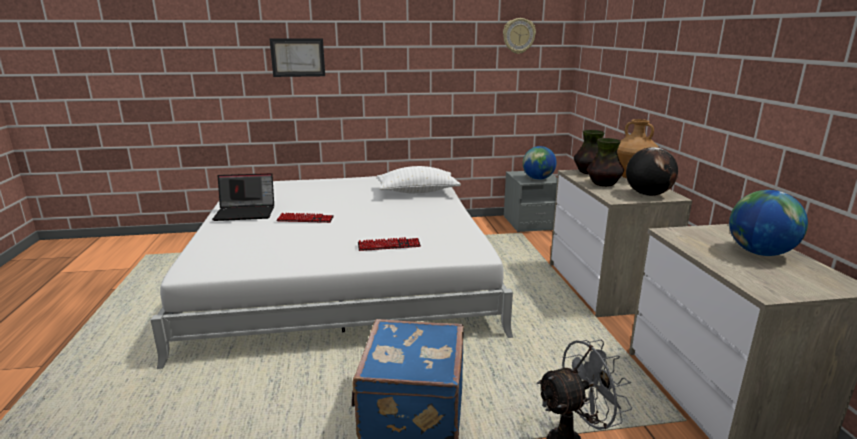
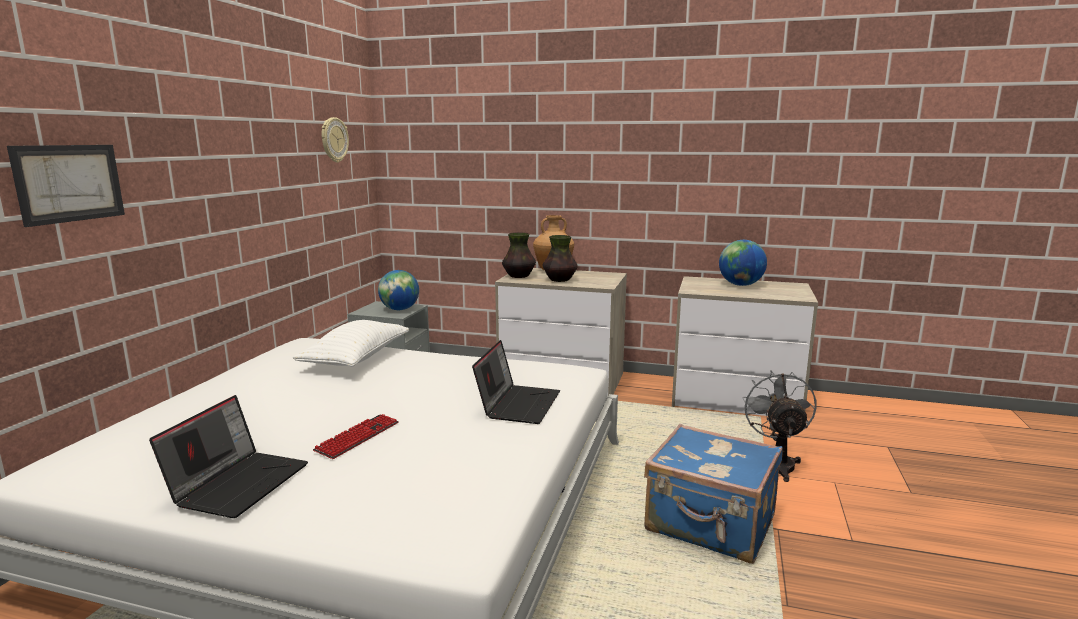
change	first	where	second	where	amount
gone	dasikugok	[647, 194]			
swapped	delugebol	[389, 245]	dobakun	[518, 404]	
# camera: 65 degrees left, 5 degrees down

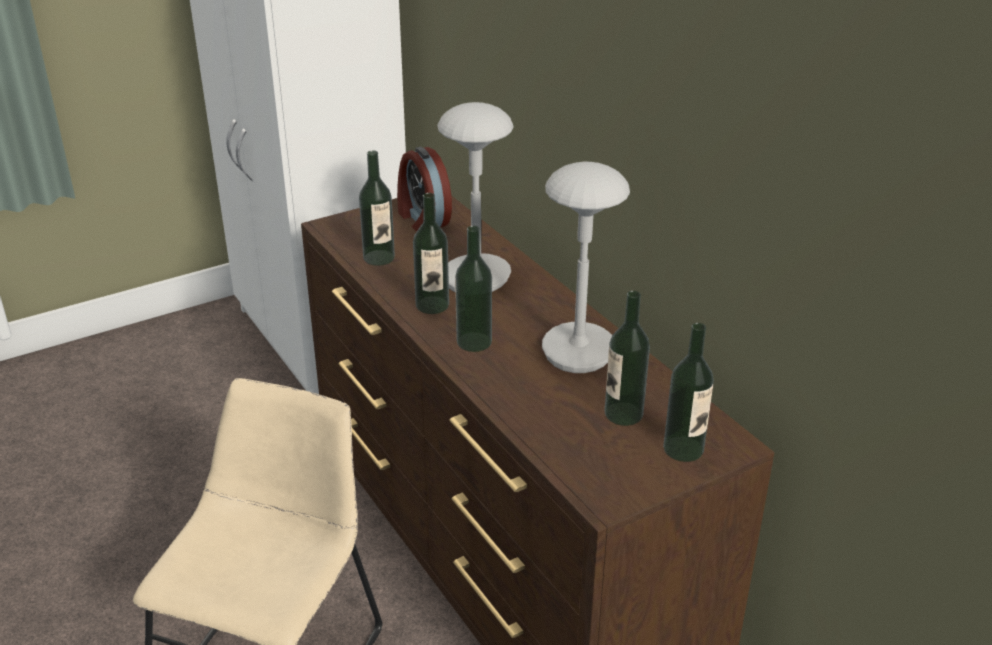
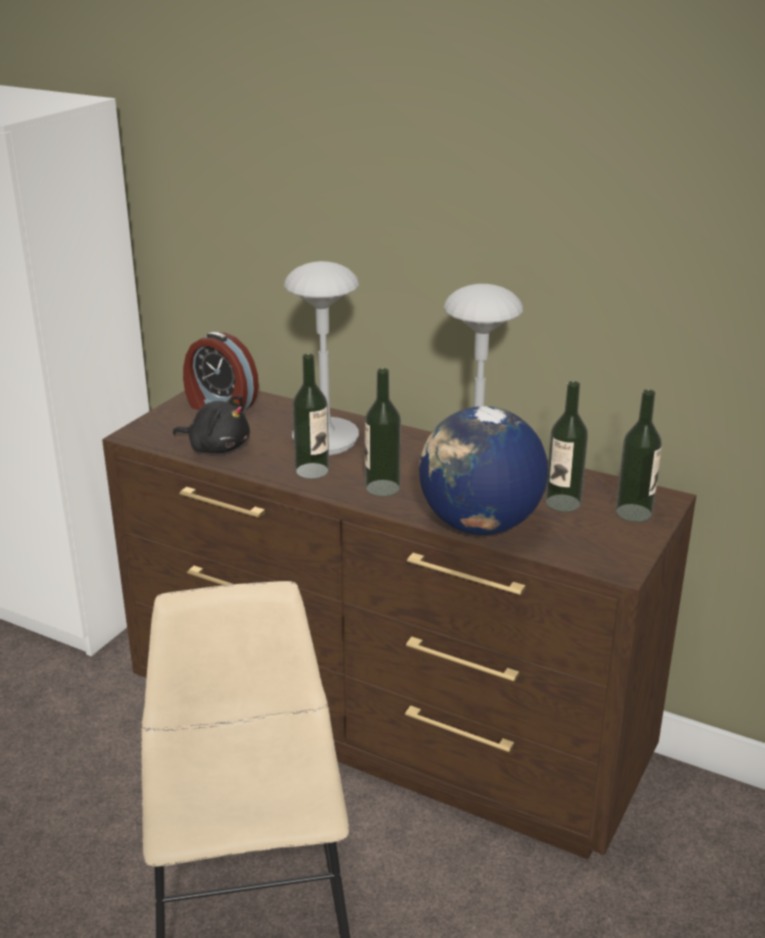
change	first	where	second	where	amount
swapped	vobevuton	[379, 258]	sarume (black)	[217, 447]	
new			dasikugok	[479, 525]	
# camera: 30 degrees left, 5 degrees down

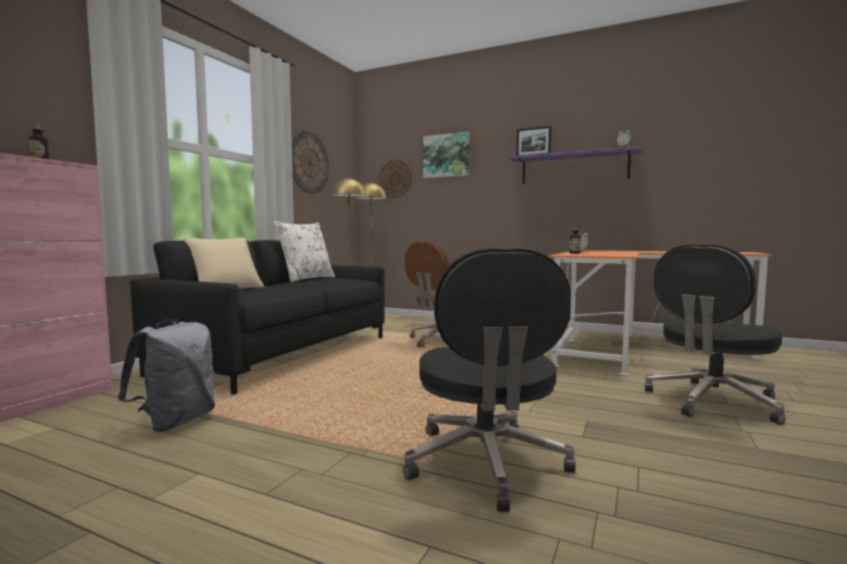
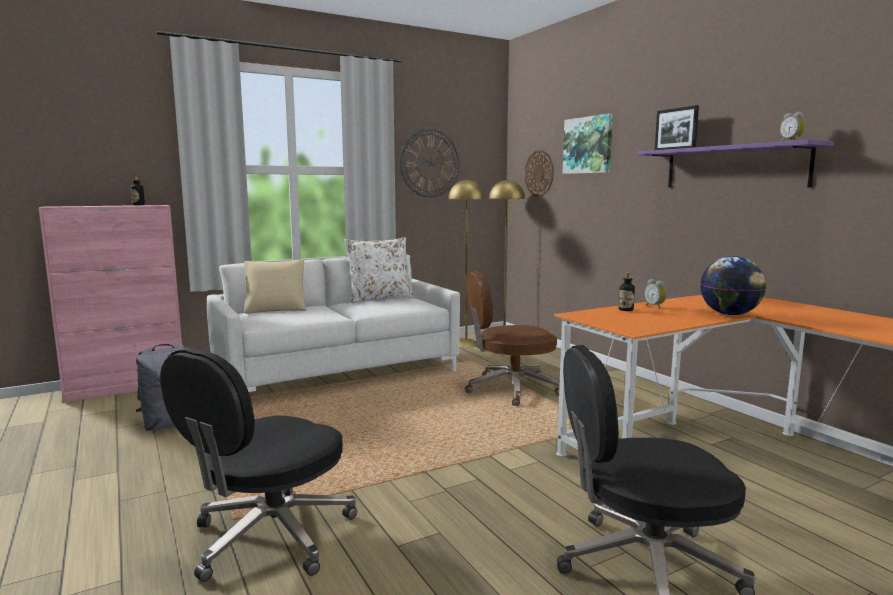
change	first	where	second	where	amount
repainted	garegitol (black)	[281, 354]	garegitol (white)	[337, 373]	
new			dasikugok	[730, 314]	
# camera: 35 degrees right, 5 degrees up

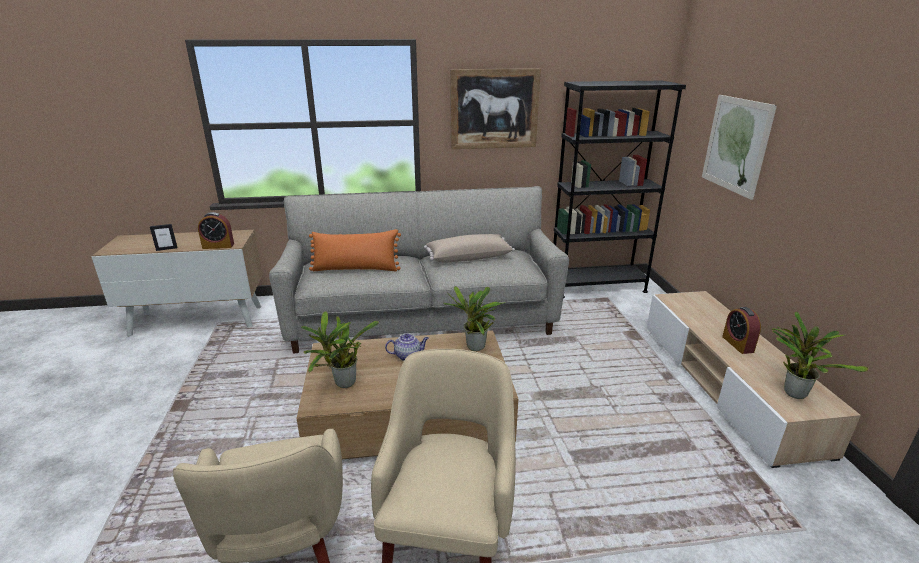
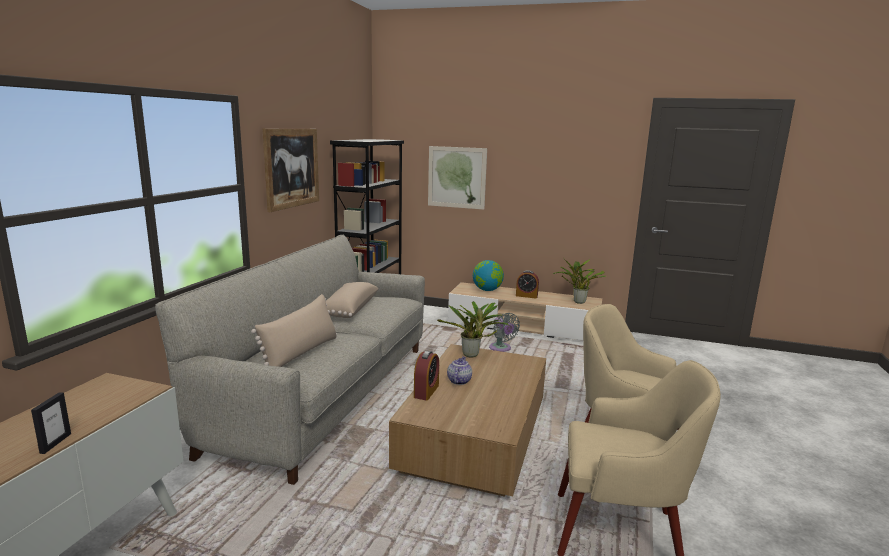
change	first	where	second	where	amount
shifted	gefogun	[218, 246]		[426, 391]	
repainted	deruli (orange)	[356, 269]	deruli (beige)	[301, 353]	
gone	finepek	[342, 384]			
new			dasikugok	[487, 290]	
new			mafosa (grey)	[501, 349]	
# camera: 65 degrees left, 10 degrees down

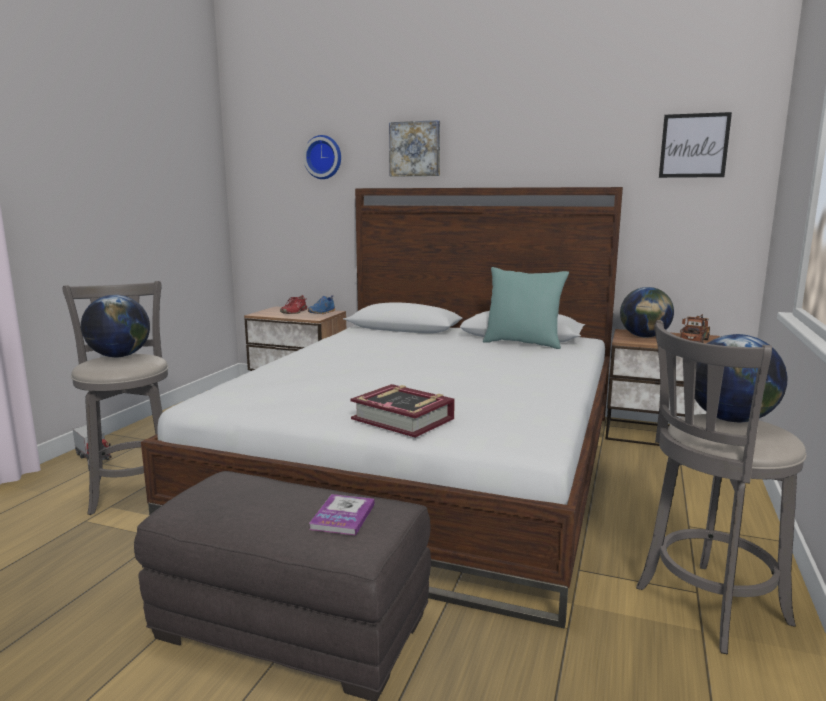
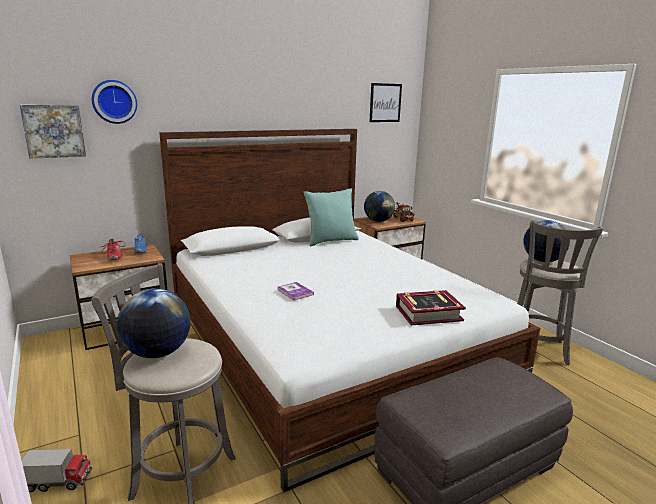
change	first	where	second	where	amount
shifted	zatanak	[415, 149]		[54, 131]	
shifted	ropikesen	[343, 516]		[295, 292]	
# camera: 50 degrees left, 5 degrees up

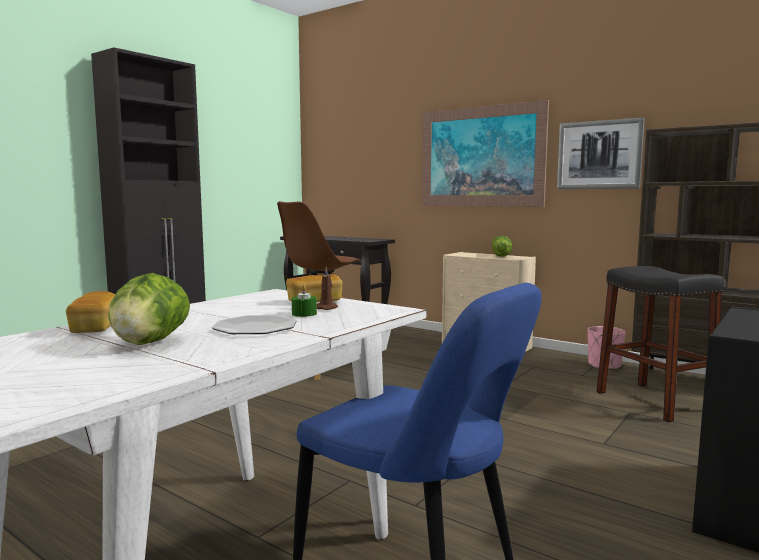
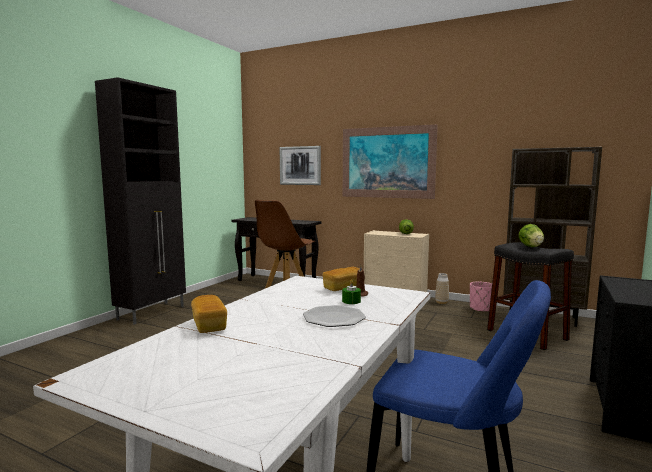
change	first	where	second	where	amount
shifted	zatanak	[599, 155]		[300, 165]	
shifted	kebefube	[149, 342]		[531, 247]	
new			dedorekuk	[441, 302]	
# camera: 10 degrees left, 0 degrees up

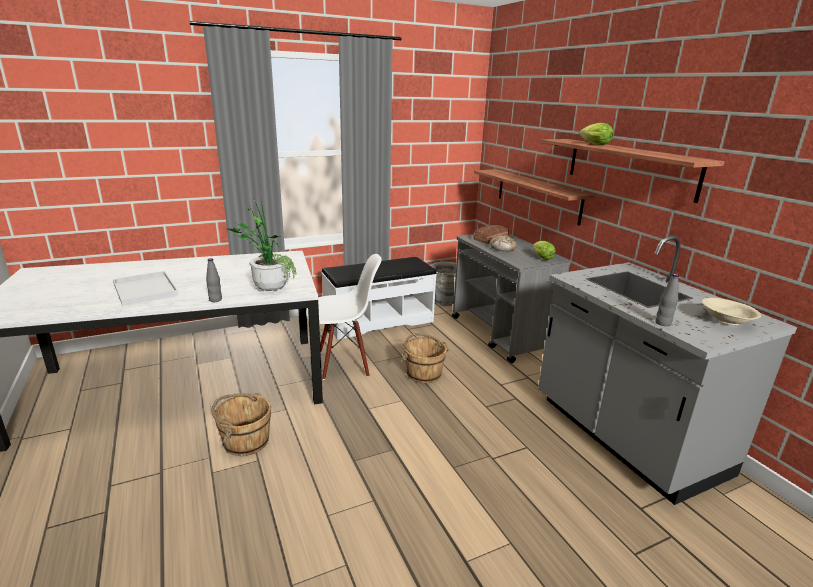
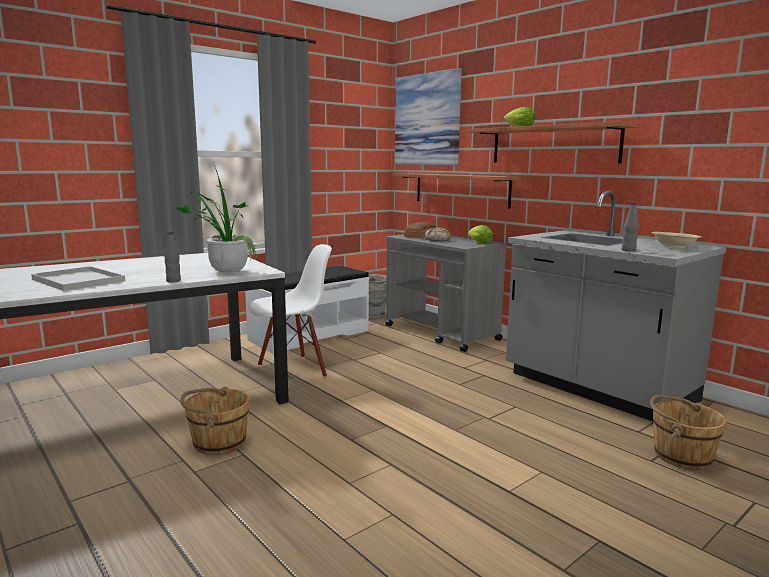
change	first	where	second	where	amount
shifted	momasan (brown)	[423, 373]		[681, 455]	
new			zatanak	[427, 119]	
# camera: 15 degrees left, 10 degrees down

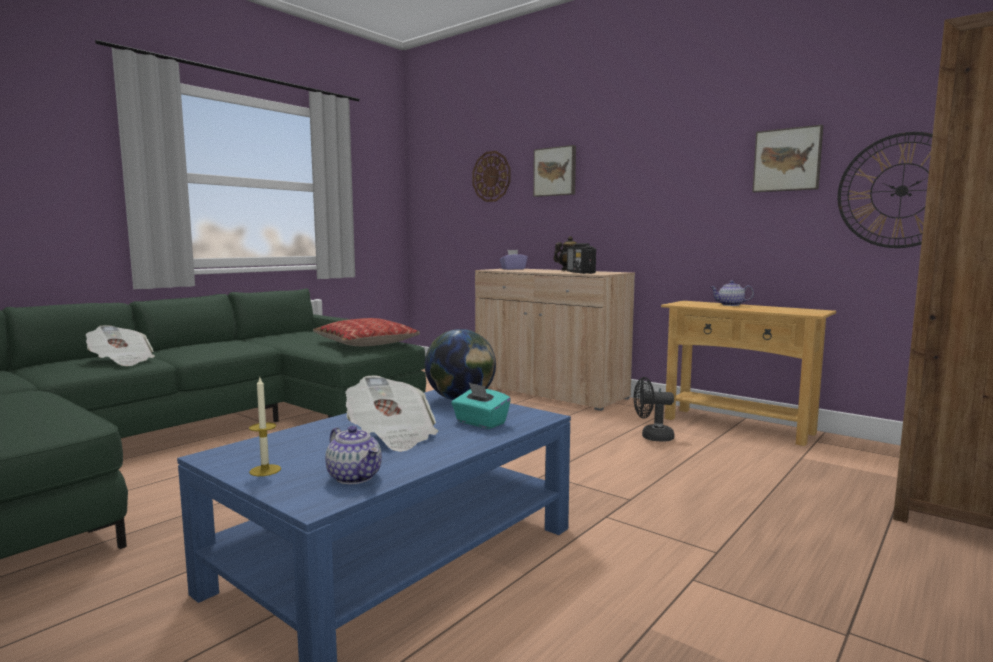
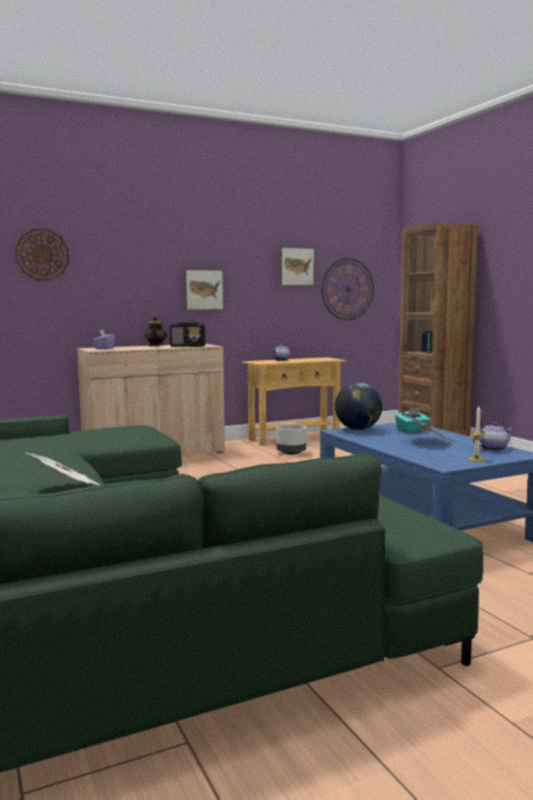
change	first	where	second	where	amount
shifted	zatanak	[555, 171]		[203, 289]	
gone	deruli	[366, 343]			
swapped	mafosa (black)	[652, 437]	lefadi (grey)	[291, 453]	
# camera: 65 degrees left, 0 degrees up

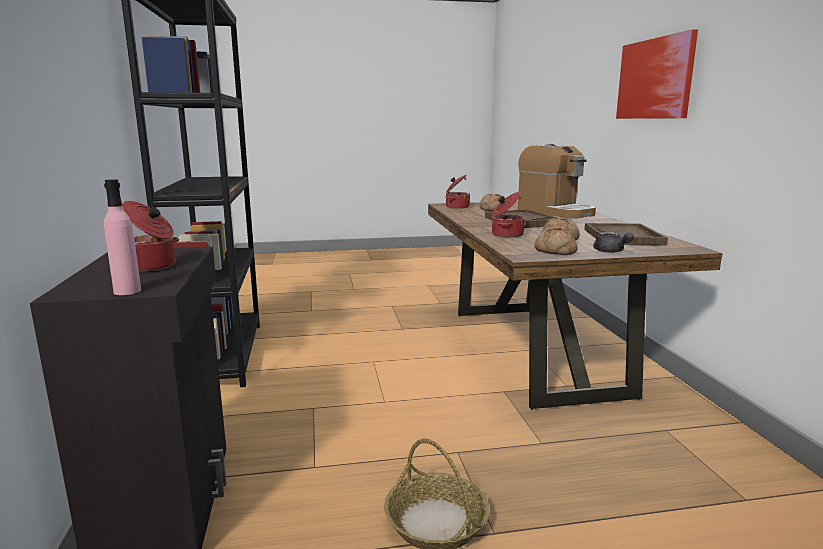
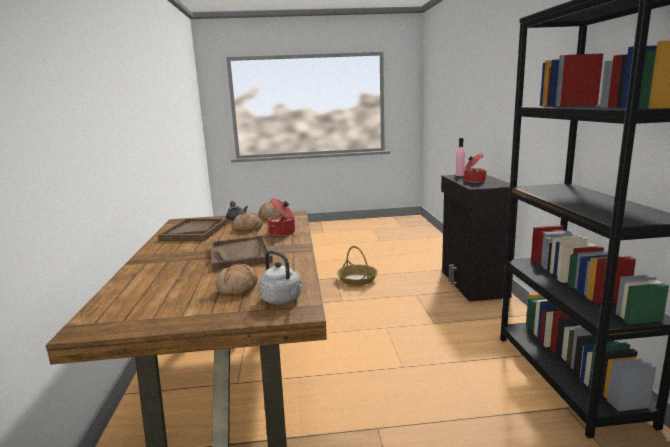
change	first	where	second	where	amount
gone	zatanak	[655, 79]			
gone	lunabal	[555, 212]			
swapped	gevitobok	[456, 207]	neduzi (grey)	[283, 300]	
# camera: 175 degrees left, 0 degrees up

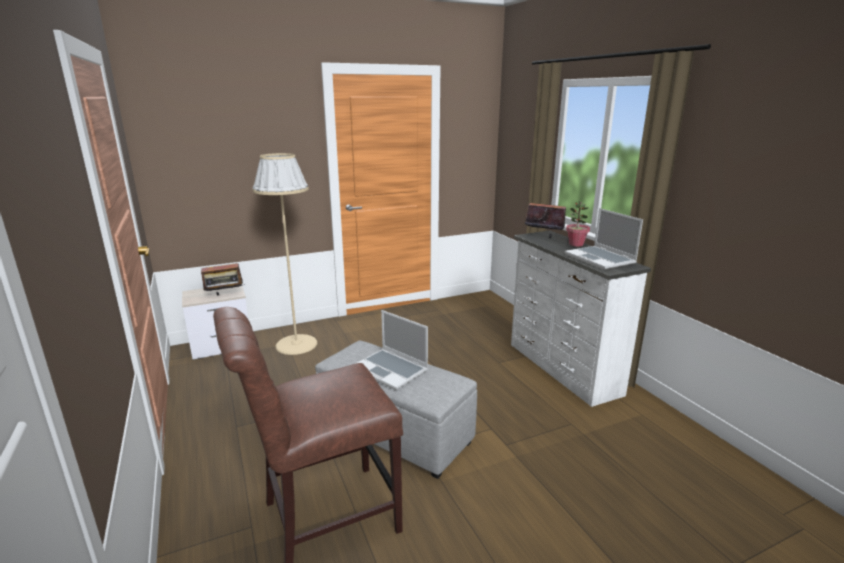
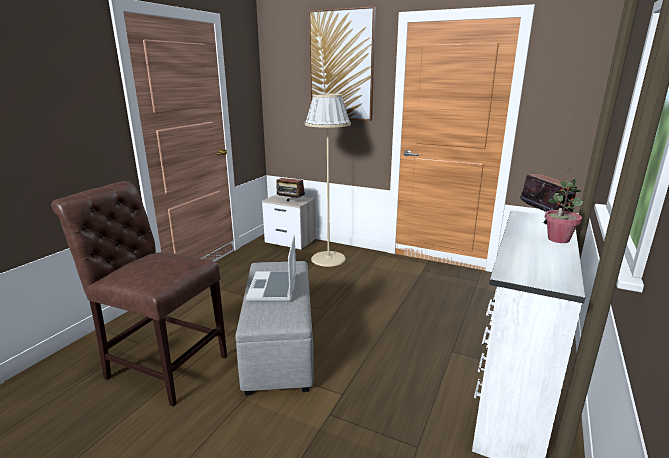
change	first	where	second	where	amount
gone	dobakun	[601, 259]			
new			zatanak	[341, 66]	
# camera: 50 degrees right, 0 degrees up

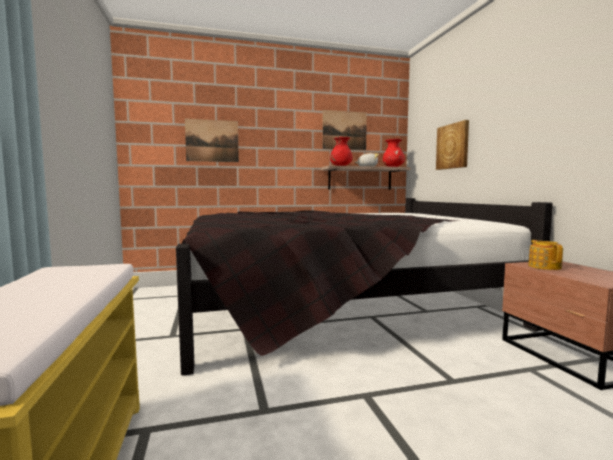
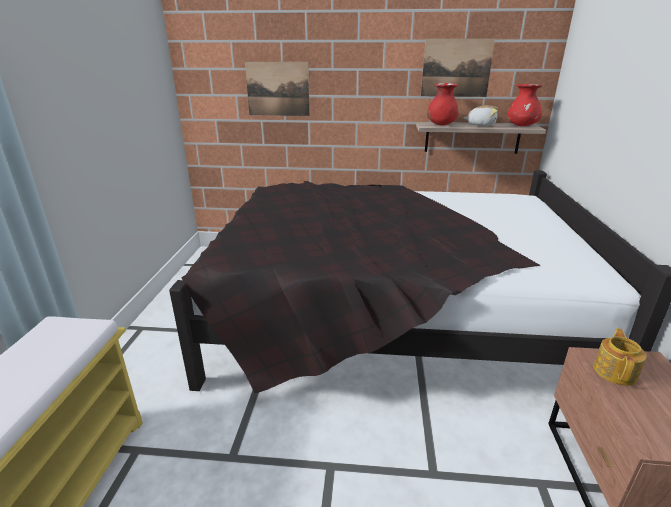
change	first	where	second	where	amount
gone	zatanak	[453, 146]			
# camera: 20 degrees right, 20 degrees up

